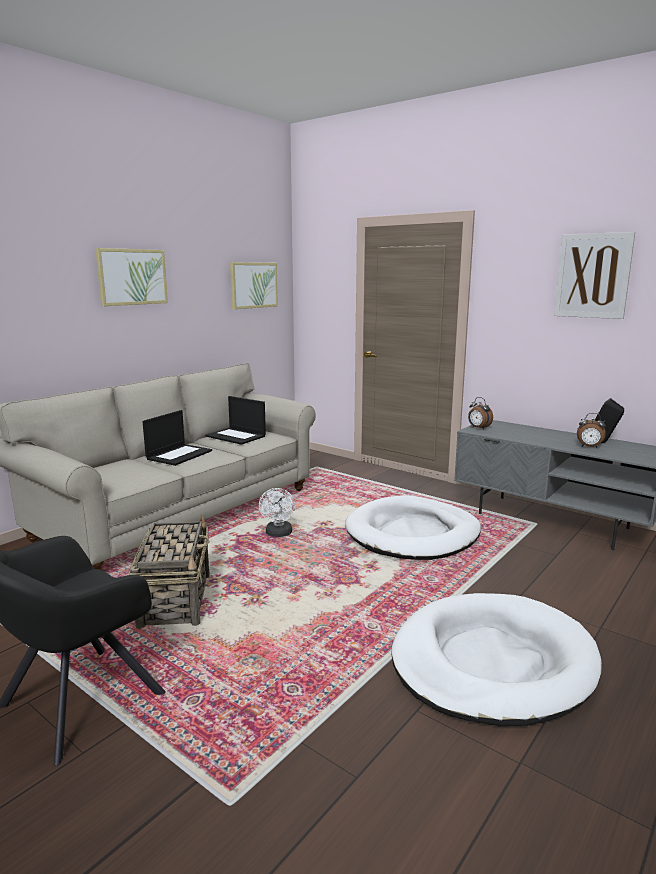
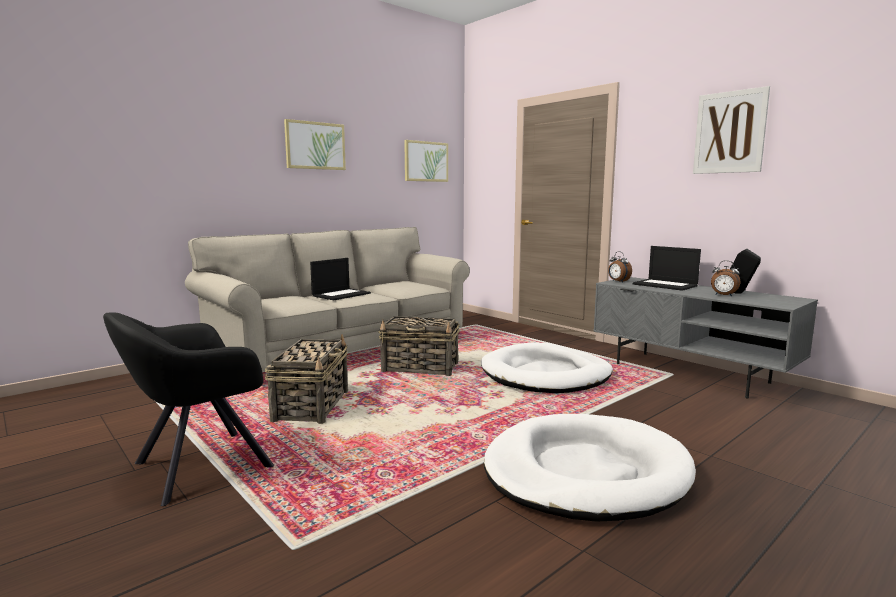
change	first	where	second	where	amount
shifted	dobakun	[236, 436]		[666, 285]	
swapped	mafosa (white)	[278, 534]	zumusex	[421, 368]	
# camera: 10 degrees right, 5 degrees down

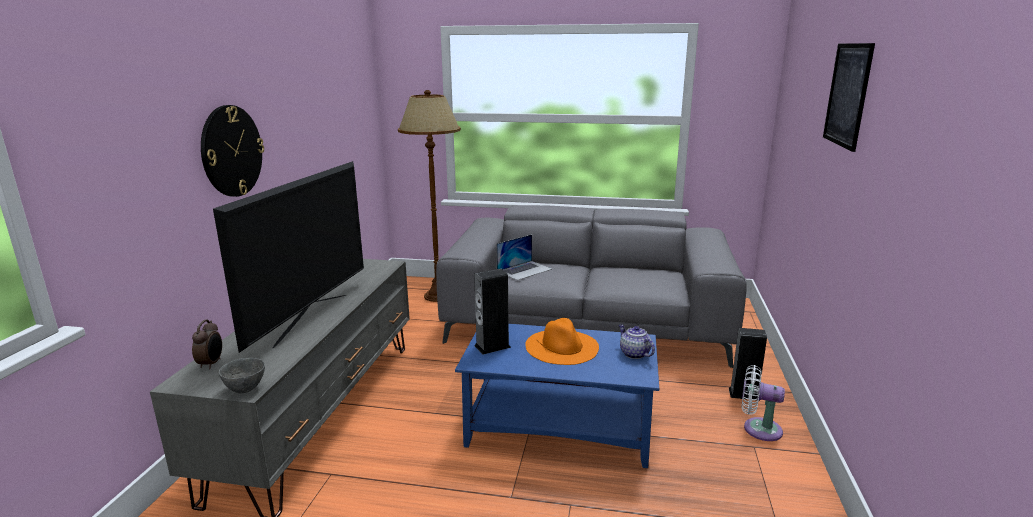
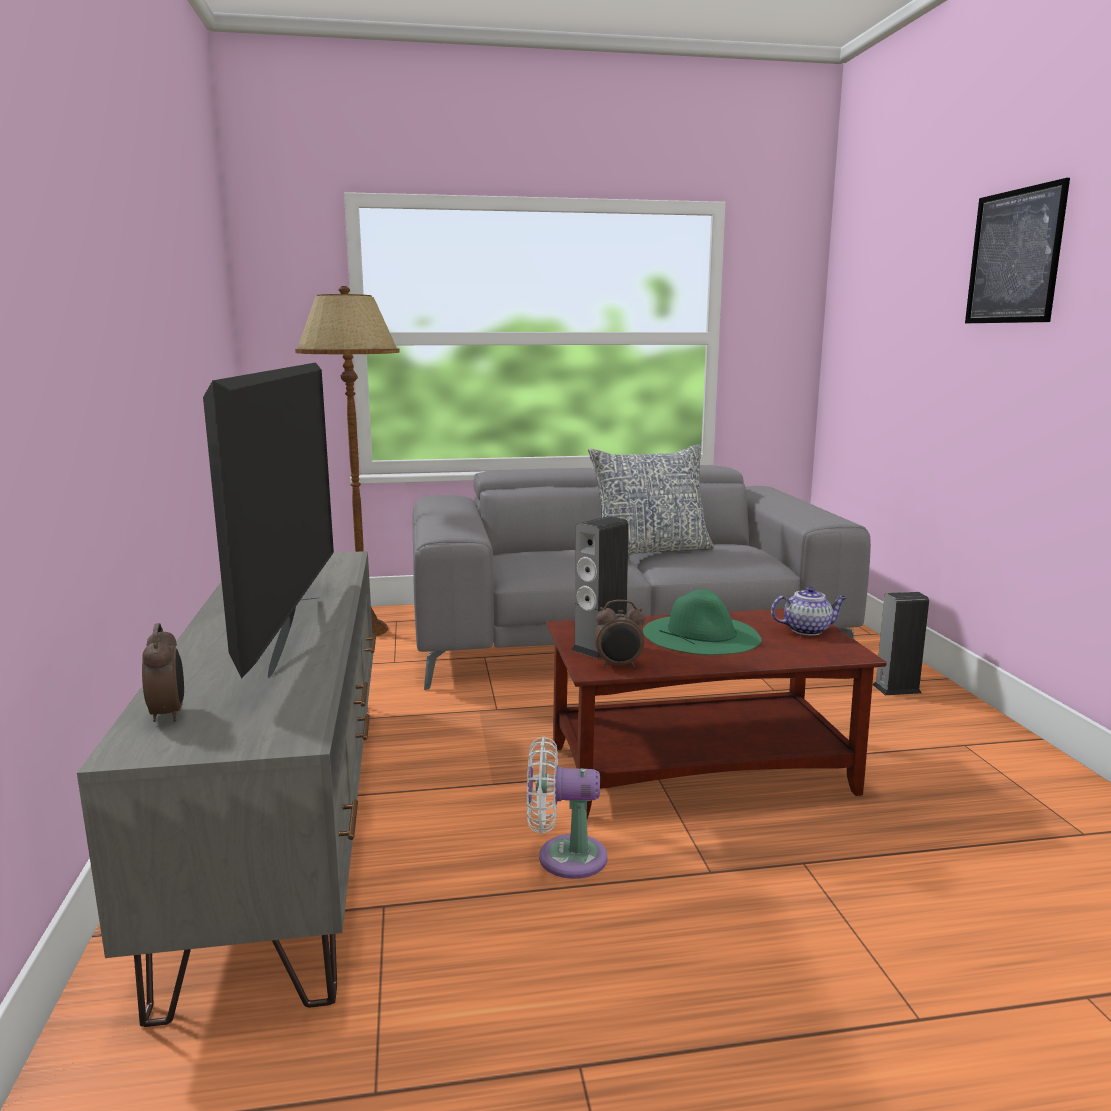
change	first	where	second	where	amount
gone	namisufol	[231, 151]			
gone	dobakun	[524, 270]			
repainted	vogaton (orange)	[562, 346]	vogaton (green)	[701, 634]	
repainted	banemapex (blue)	[560, 428]	banemapex (brown)	[701, 769]	
rotated	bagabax	[634, 354]		[807, 630]	135 degrees clockwise
gone	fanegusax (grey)	[245, 389]			
shifted	mafosa (white)	[758, 428]		[564, 857]	
new			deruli	[650, 550]	
new			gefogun	[619, 665]	
# camera: 20 degrees left, 5 degrees down

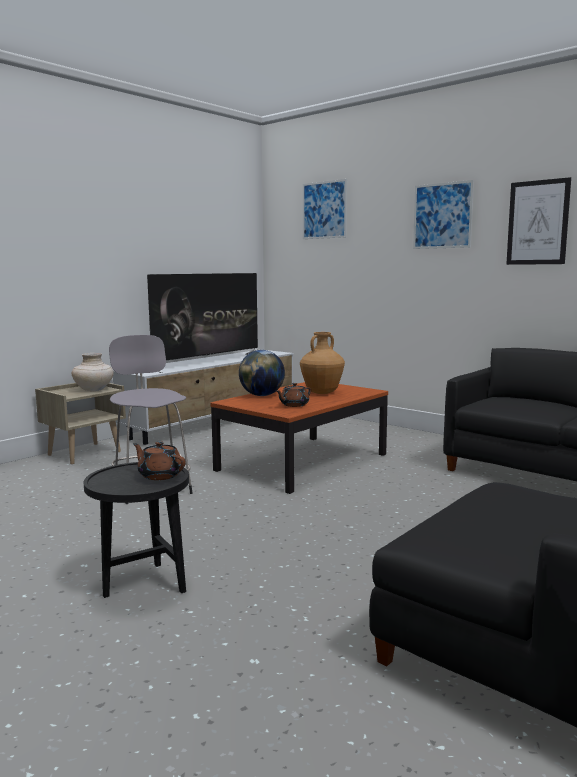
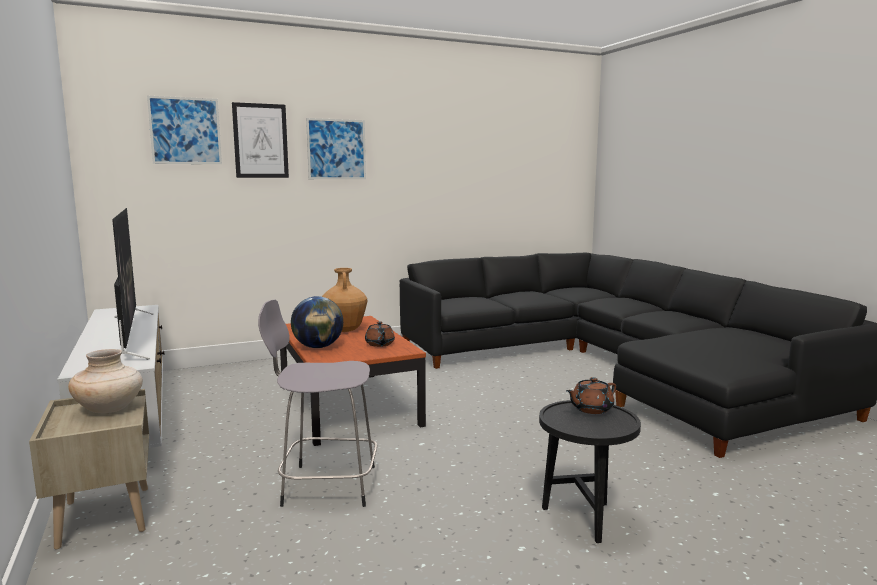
change	first	where	second	where	amount
shifted	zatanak	[537, 222]		[260, 141]	
# camera: 65 degrees left, 0 degrees up

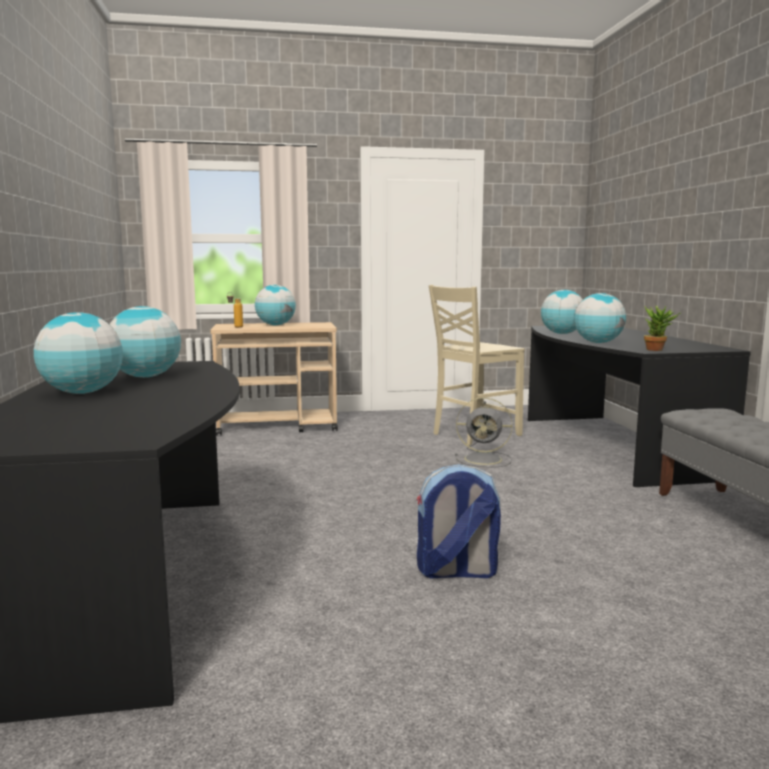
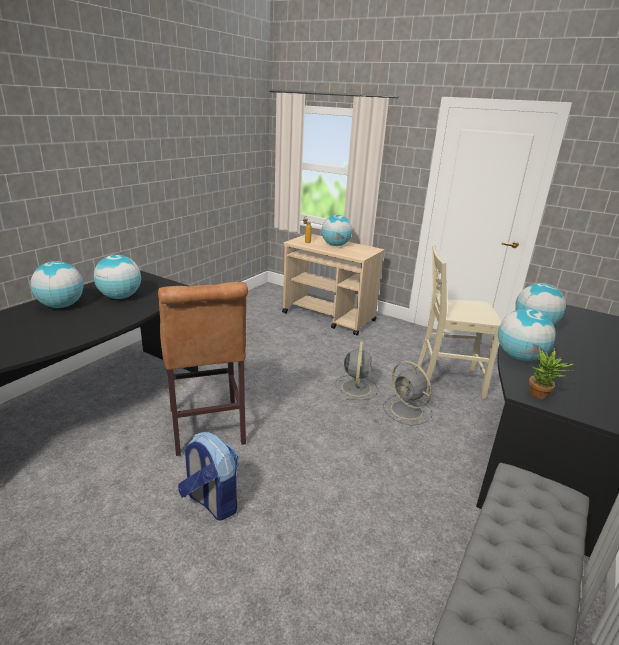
change	first	where	second	where	amount
new			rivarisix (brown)	[207, 430]	
new			mafosa (grey)	[356, 387]	
# camera: 40 degrees right, 15 degrees up

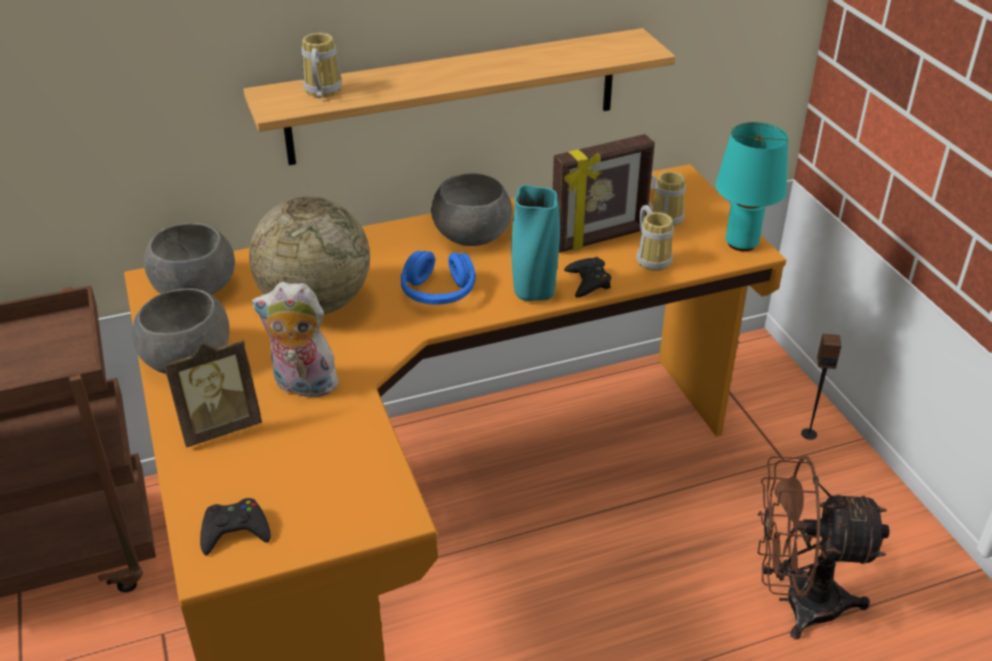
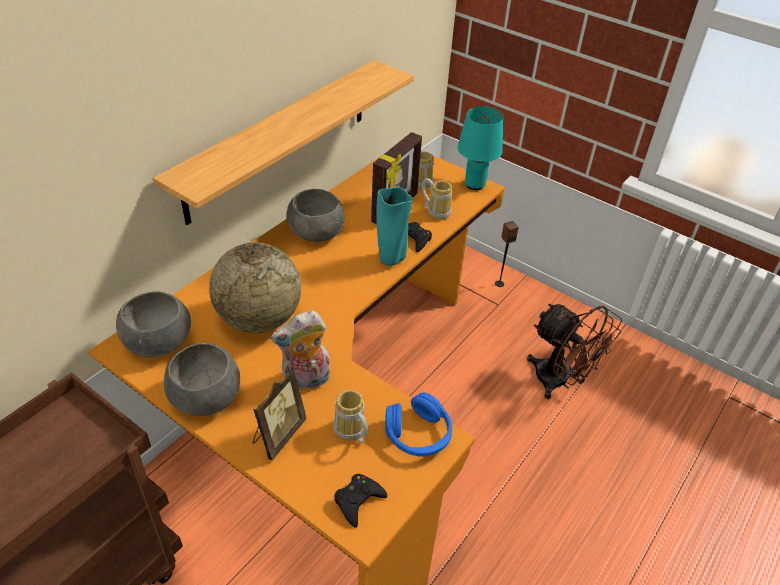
change	first	where	second	where	amount
shifted	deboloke	[320, 92]		[350, 432]	
shifted	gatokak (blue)	[438, 292]		[418, 434]	
rotated	mafosa (brown)	[796, 601]		[559, 382]	105 degrees counterclockwise
# camera: 35 degrees left, 5 degrees up

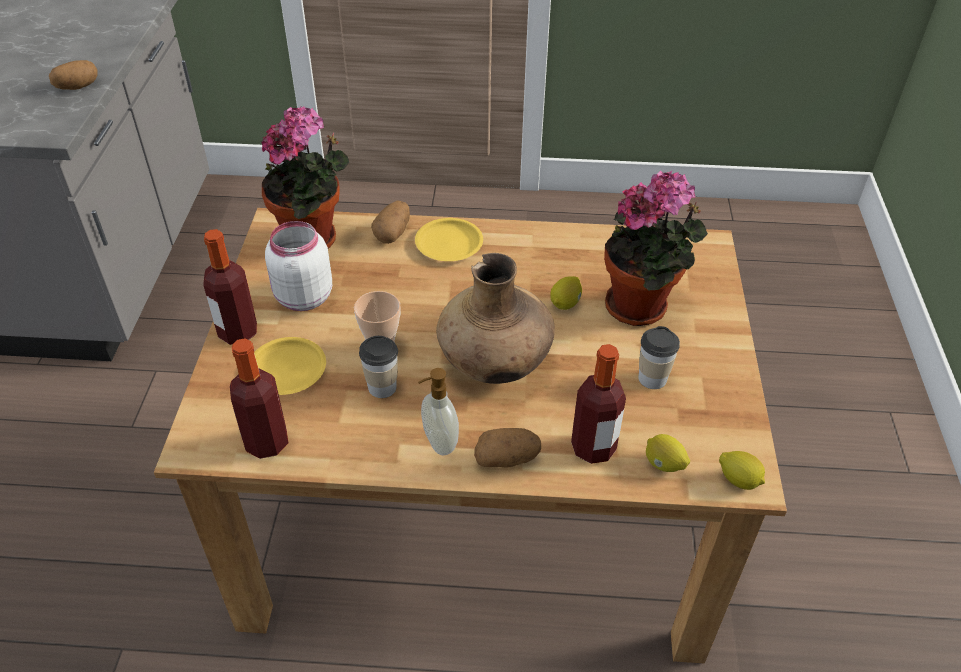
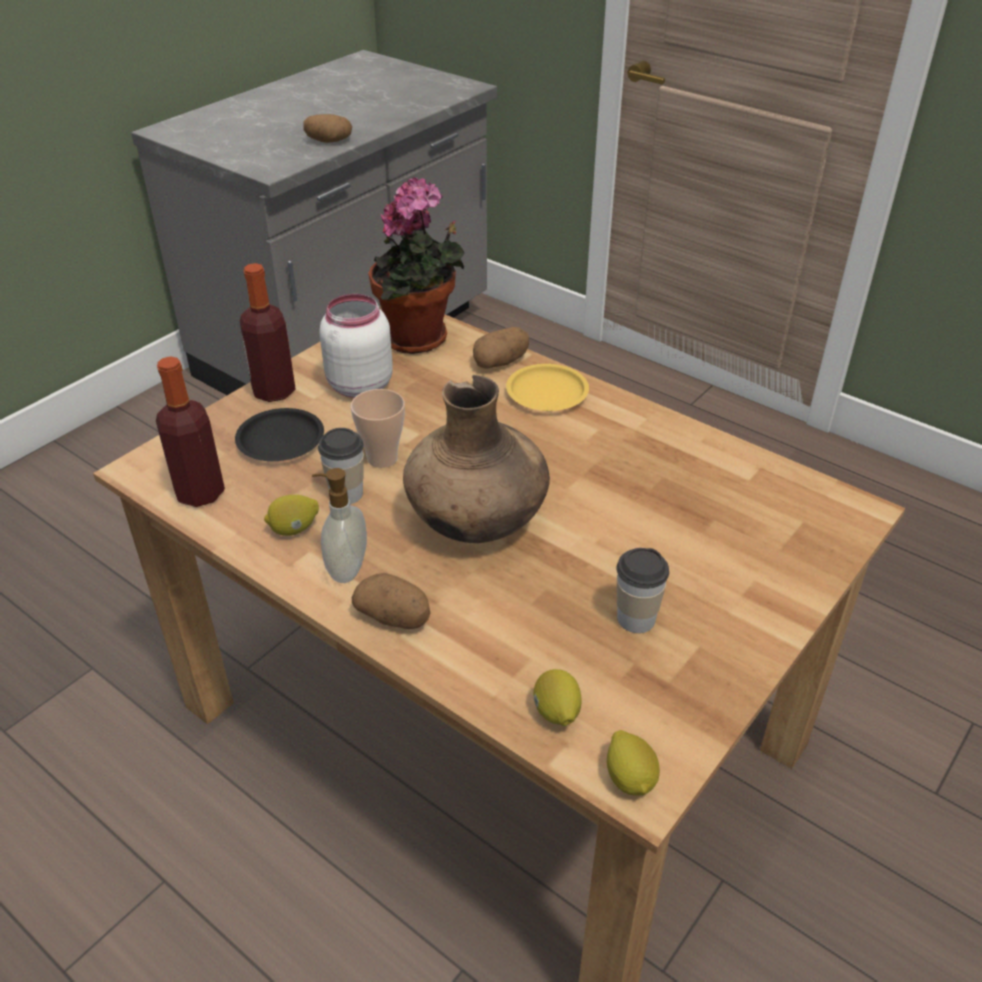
change	first	where	second	where	amount
gone	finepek	[642, 307]			
shifted	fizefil	[565, 303]		[294, 529]	
repainted	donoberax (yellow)	[287, 369]	donoberax (black)	[281, 440]	
gone	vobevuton	[593, 448]			
# camera: 35 degrees right, 5 degrees down

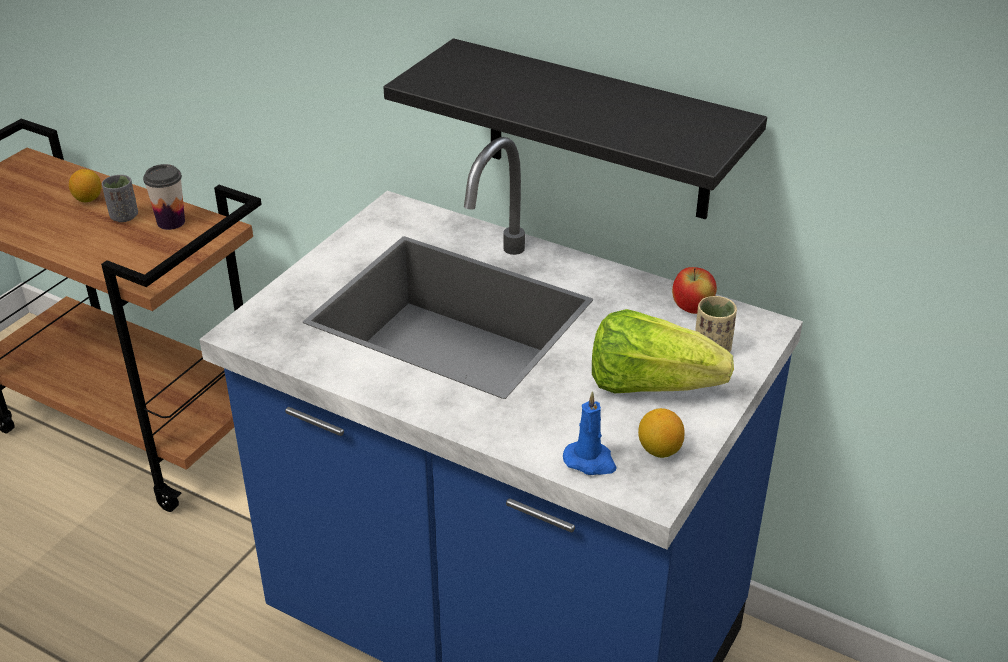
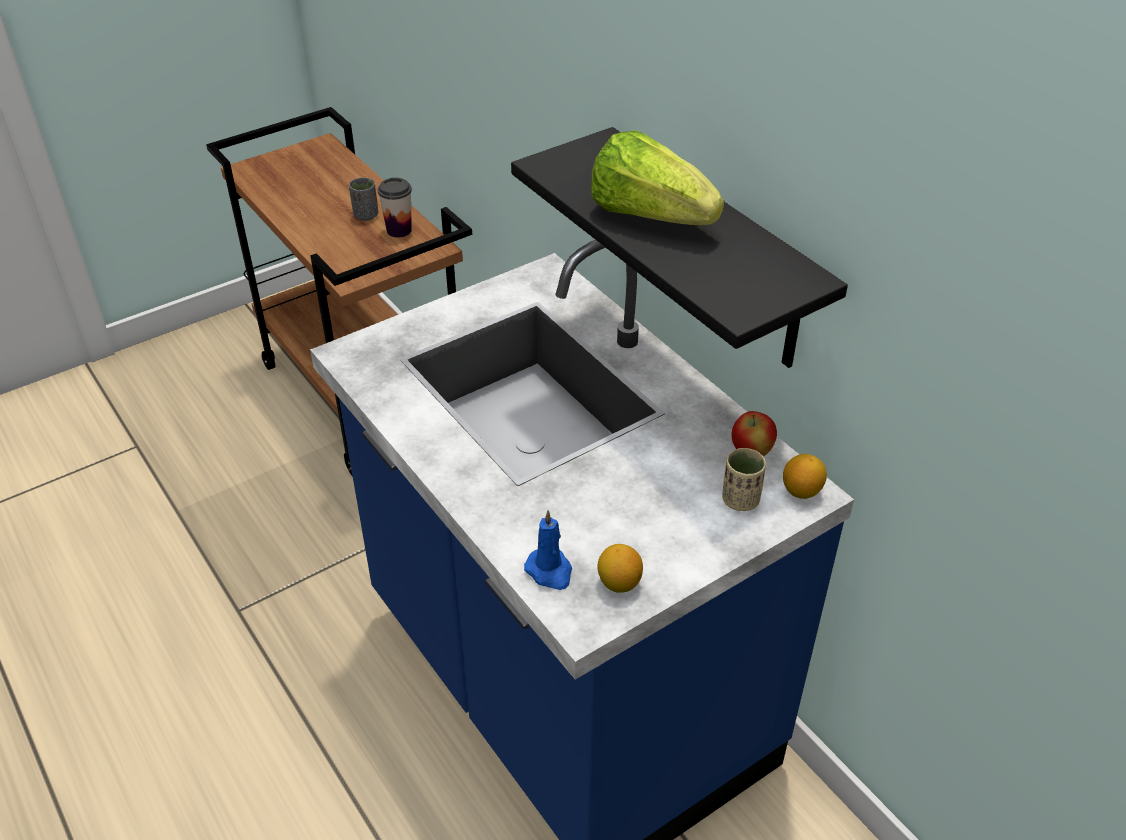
change	first	where	second	where	amount
shifted	fizefil	[88, 199]		[801, 491]	
shifted	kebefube	[650, 385]		[650, 216]	
# camera: 25 degrees right, 5 degrees up

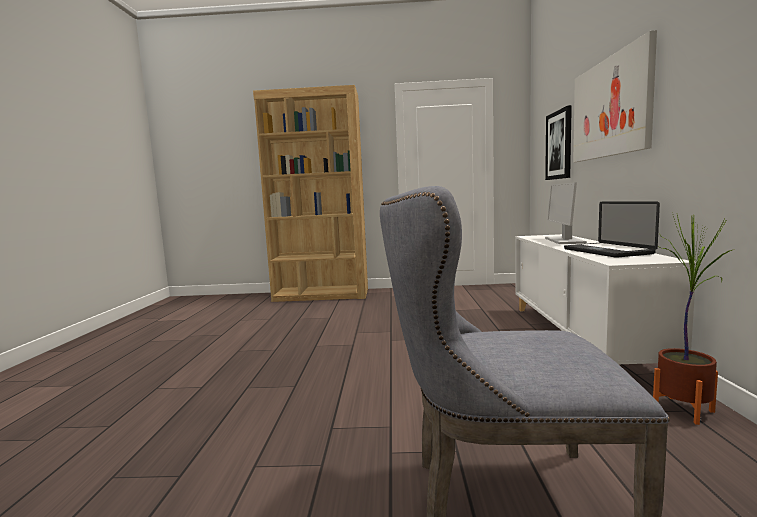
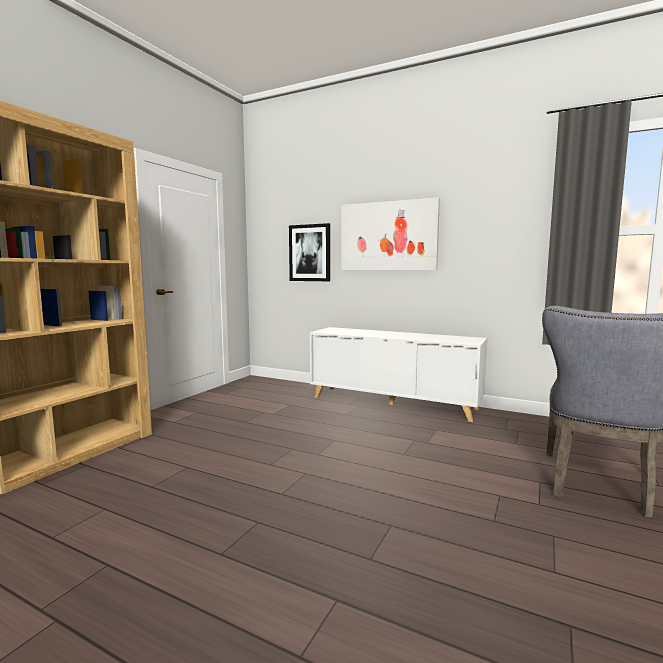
change	first	where	second	where	amount
gone	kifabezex	[564, 241]			
gone	dobakun	[607, 251]			
gone	finepek	[683, 410]			
# camera: 65 degrees left, 0 degrees up

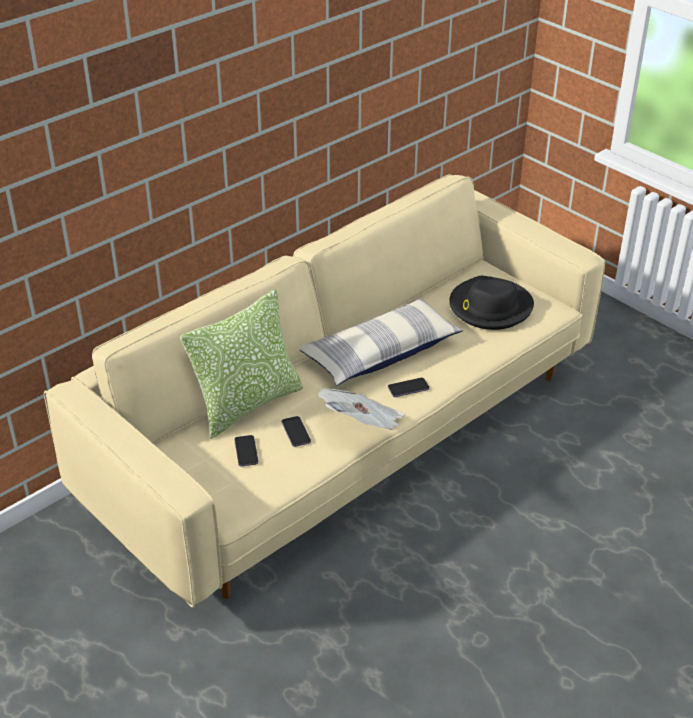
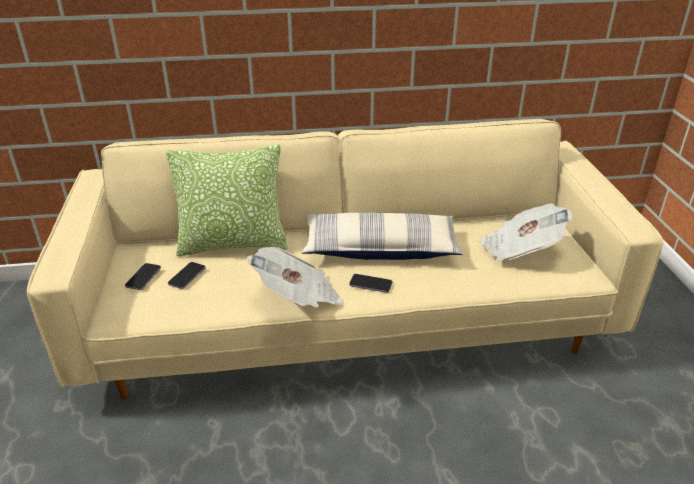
change	first	where	second	where	amount
swapped	vogaton (black)	[490, 307]	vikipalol	[520, 250]	
shifted	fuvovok	[296, 432]		[143, 277]	
# camera: 35 degrees right, 5 degrees down

